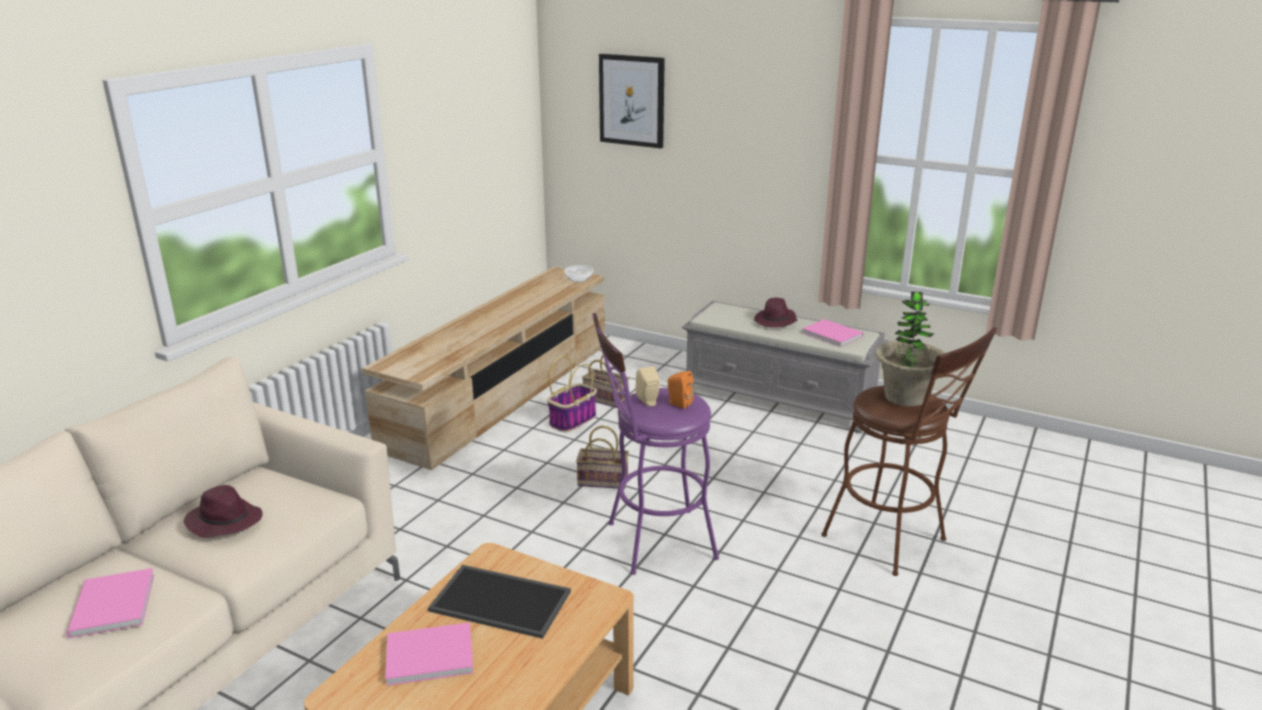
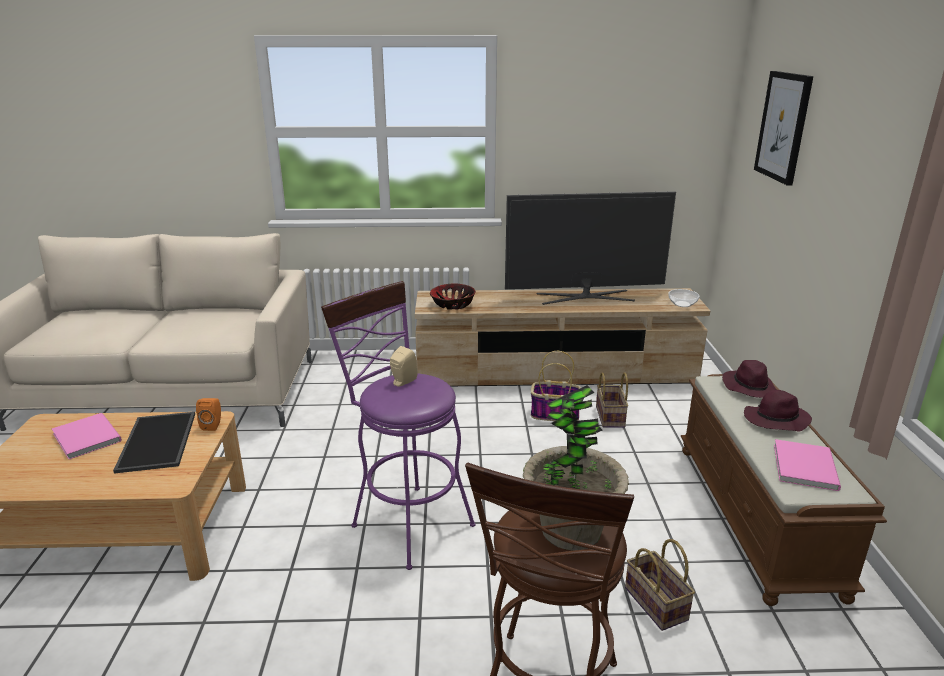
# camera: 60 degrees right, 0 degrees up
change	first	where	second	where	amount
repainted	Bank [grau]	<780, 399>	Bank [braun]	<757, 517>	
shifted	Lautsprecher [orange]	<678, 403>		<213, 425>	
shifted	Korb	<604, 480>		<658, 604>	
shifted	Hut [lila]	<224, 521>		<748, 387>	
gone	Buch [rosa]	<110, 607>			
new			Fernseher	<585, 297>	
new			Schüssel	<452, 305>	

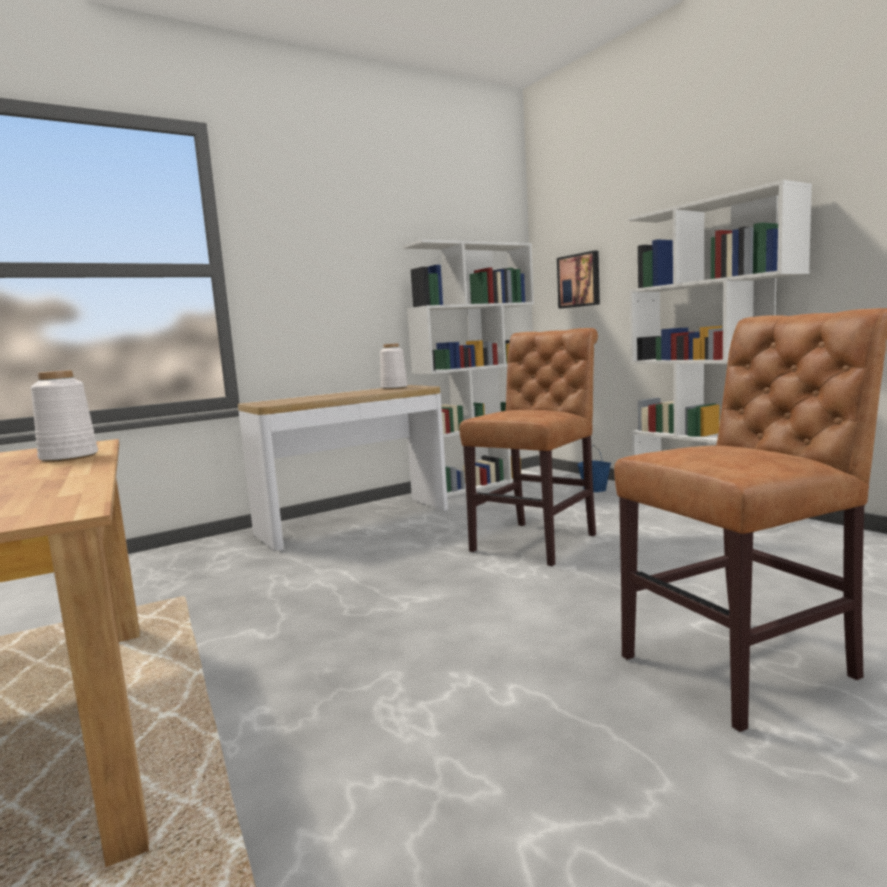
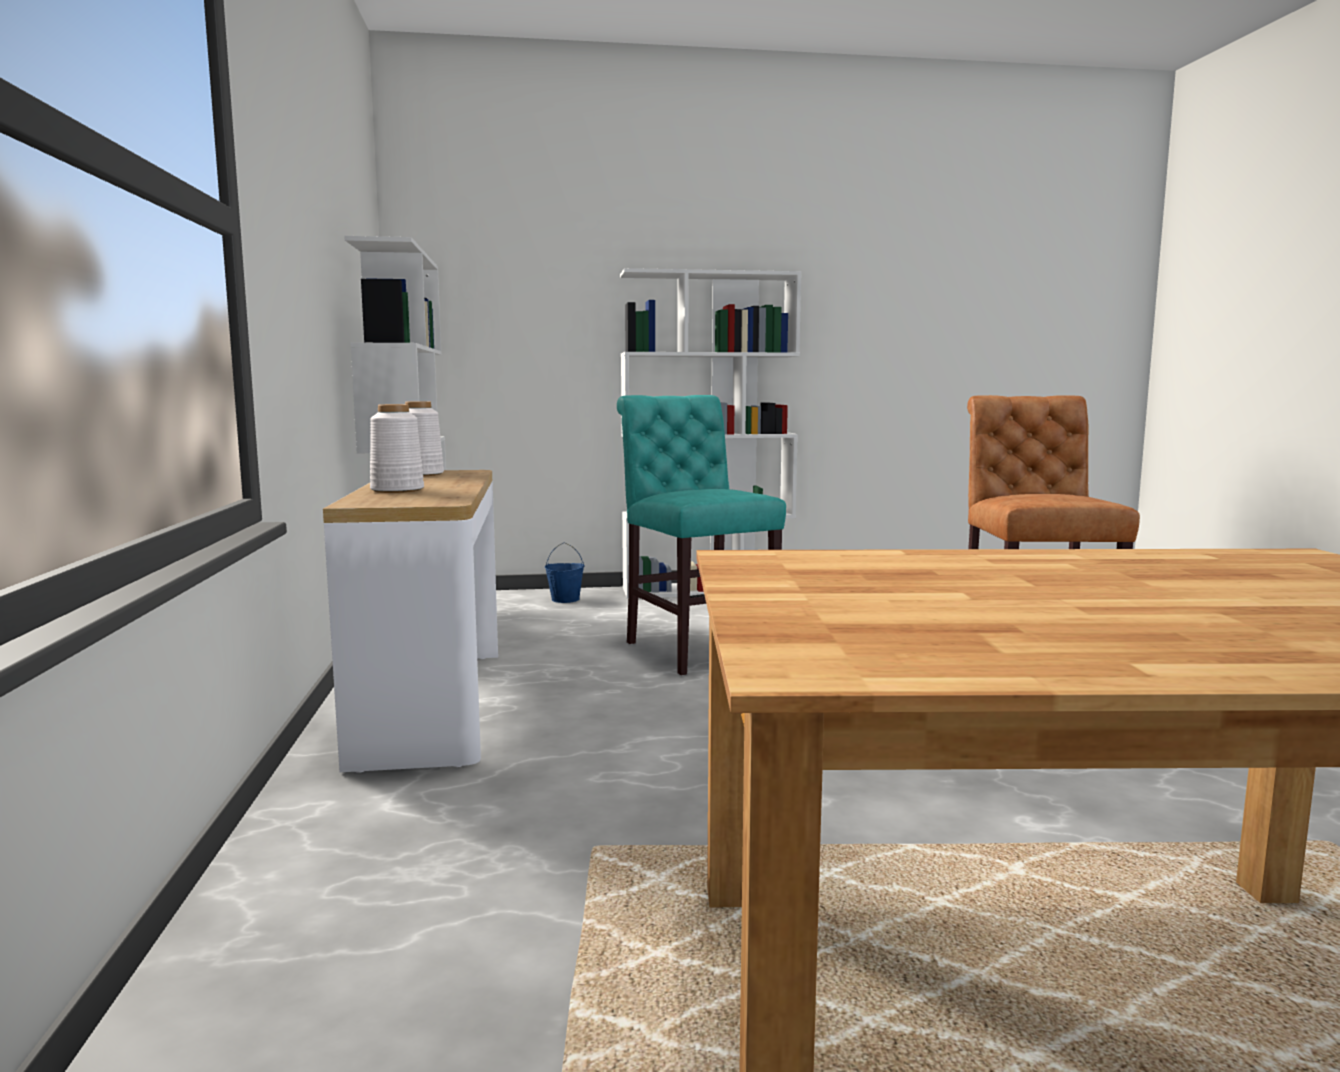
# camera: 65 degrees left, 0 degrees up
change	first	where	second	where	amount
gone	Bild	<580, 280>			
repainted	Stuhl [braun]	<538, 541>	Stuhl [türkis]	<696, 649>	
shifted	Vase [weiß]	<70, 457>		<397, 490>	

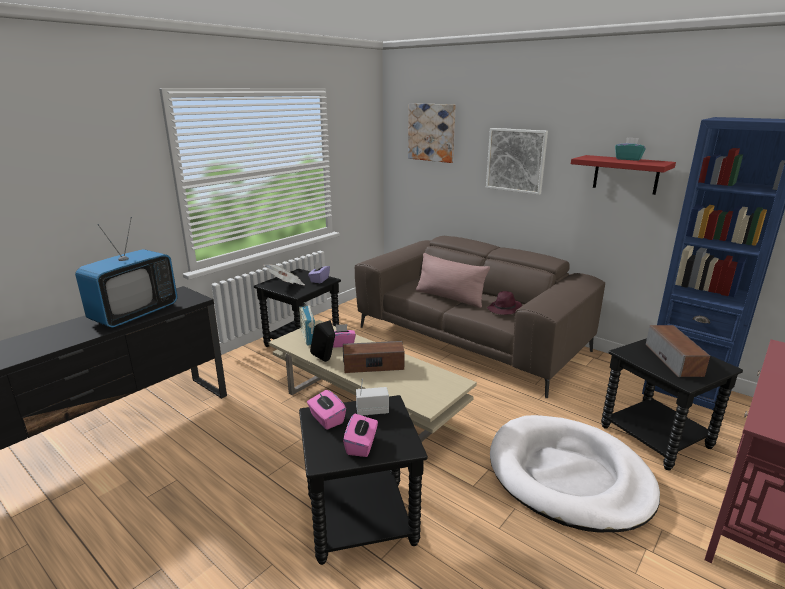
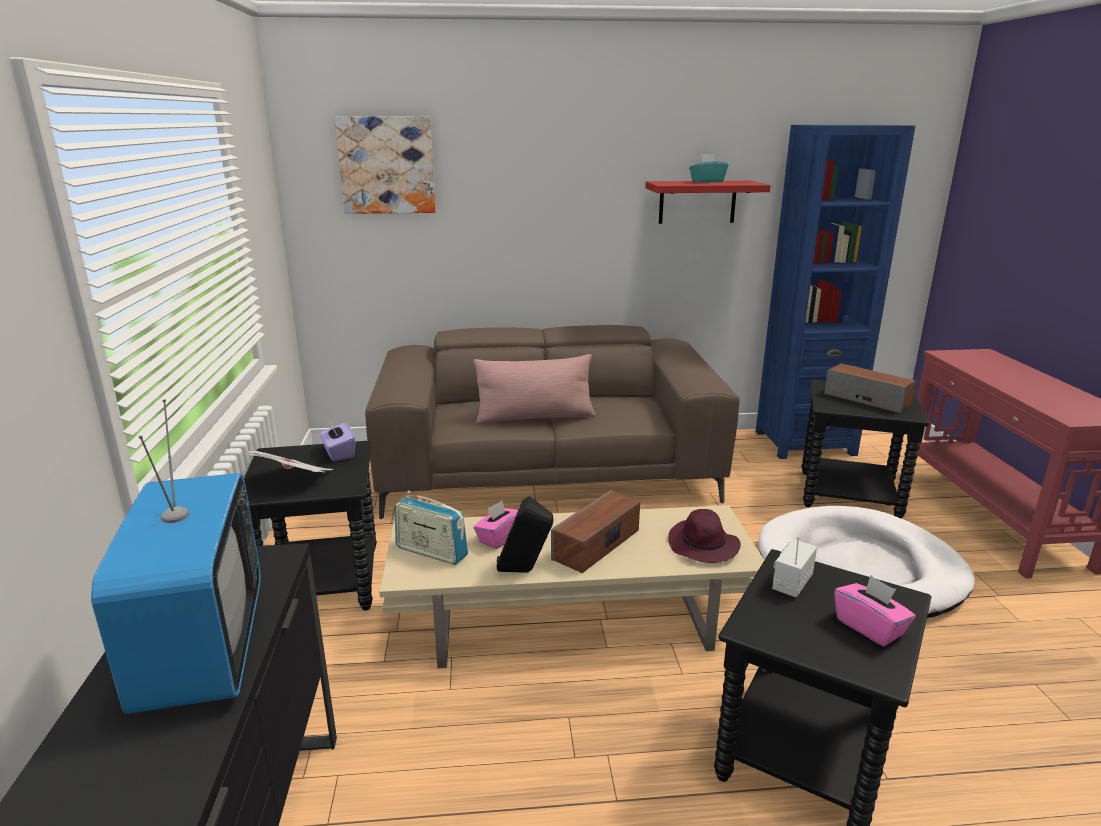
# camera: 45 degrees left, 0 degrees up
change	first	where	second	where	amount
gone	Bild	<516, 160>			
shifted	Hut [lila]	<504, 310>		<703, 546>	
gone	Taschentuchbox [rosa]	<326, 419>			

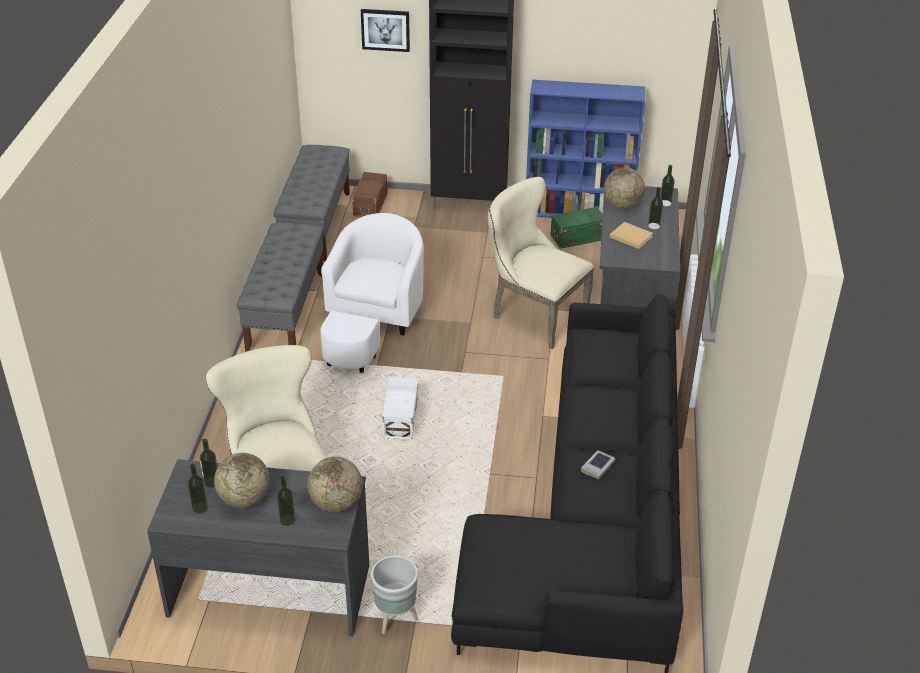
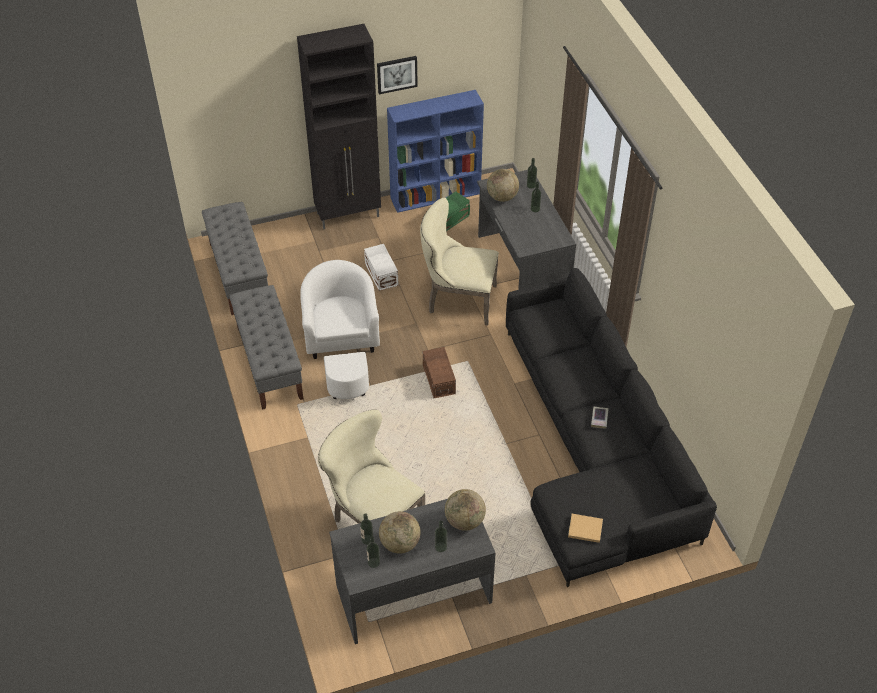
# camera: 25 degrees left, 10 degrees up
change	first	where	second	where	amount
shifted	Bild	<385, 29>		<397, 74>	
shifted	Aufbewahrungsbox [braun]	<371, 205>		<439, 379>	
shifted	Buch [beige]	<630, 236>		<584, 528>	
shifted	Aufbewahrungsbox [weiß]	<402, 418>		<382, 274>	
gone	Pflanzkübel [grau]	<395, 619>			

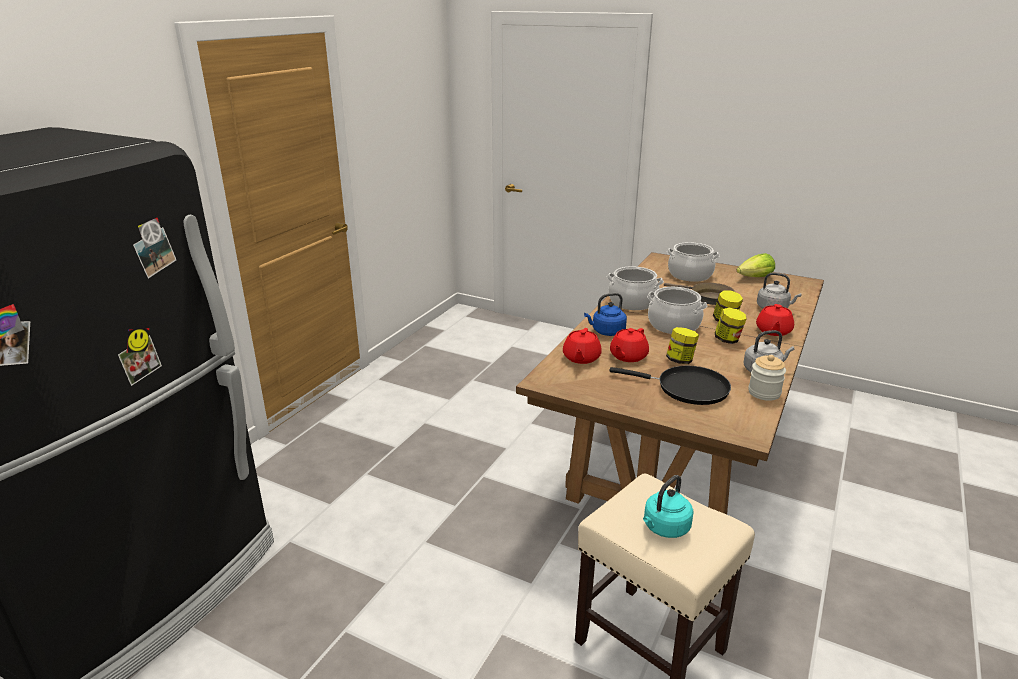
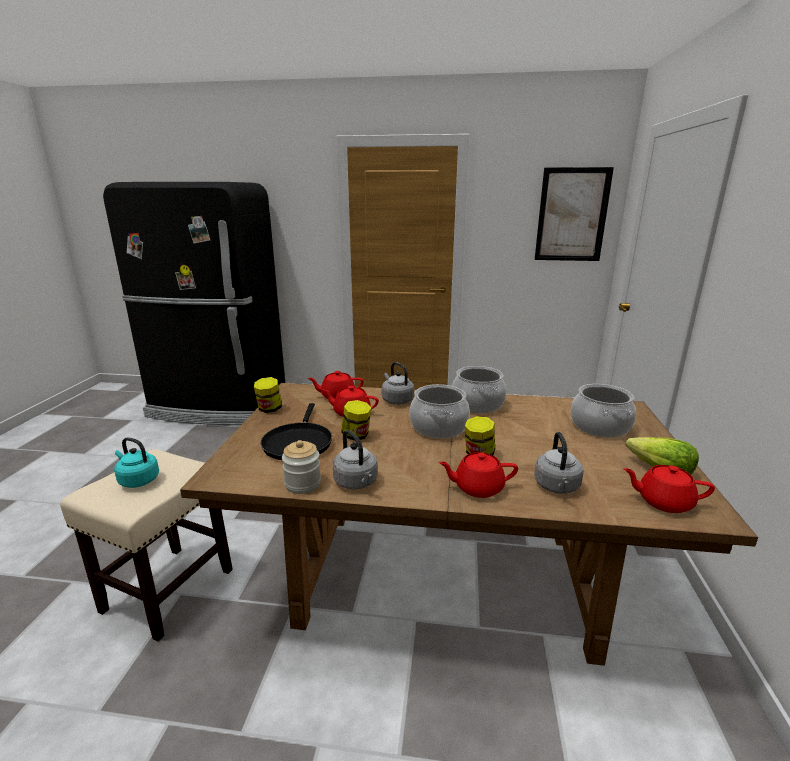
# camera: 70 degrees right, 5 degrees down
change	first	where	second	where	amount
gone	Pfanne [braun]	<708, 297>			
repainted	Wasserkessel [blau]	<606, 332>	Wasserkessel [grau]	<396, 400>	
shifted	Vorratsglas	<728, 340>		<269, 409>	
new			Bild	<572, 215>	
new			Teekanne [rot]	<663, 501>	

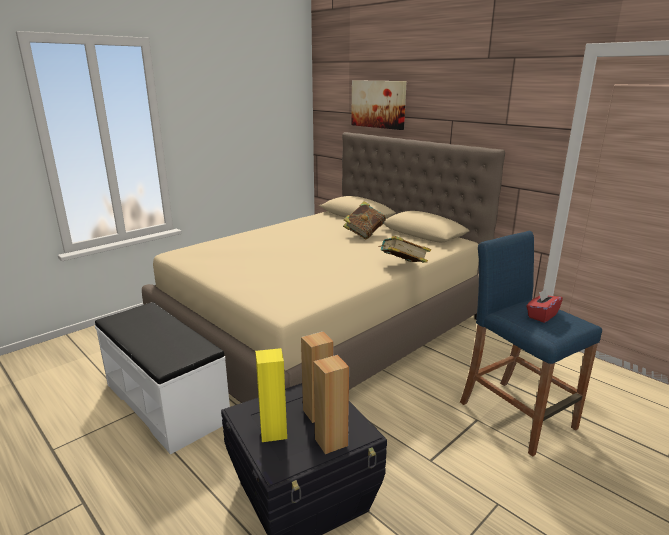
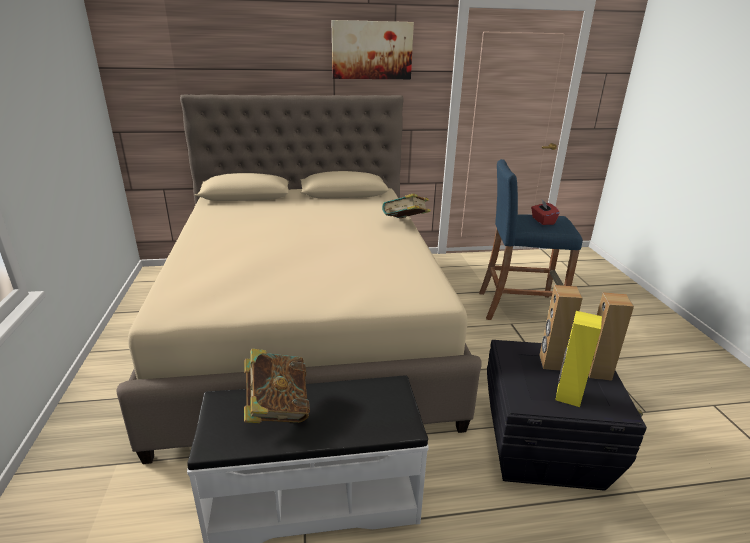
# camera: 55 degrees left, 5 degrees up
change	first	where	second	where	amount
shifted	Bild	<378, 104>		<372, 50>	
shifted	Buch	<364, 234>		<277, 409>	

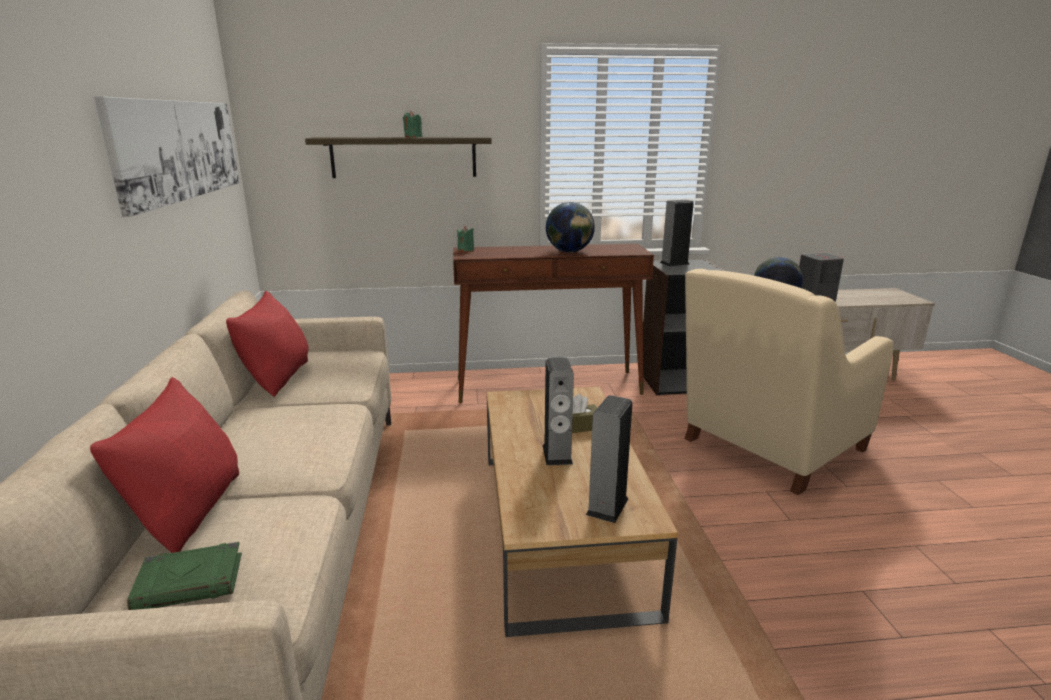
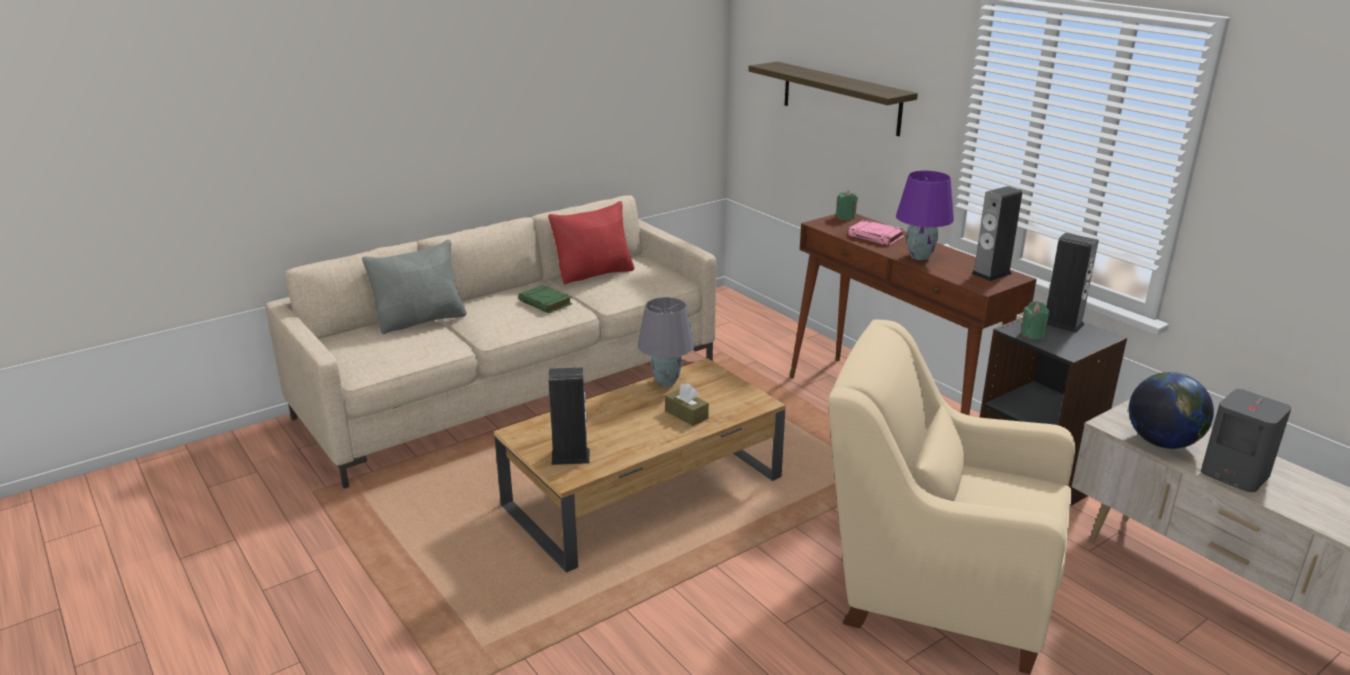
# camera: 60 degrees right, 5 degrees up
change	first	where	second	where	amount
gone	Bild	<180, 149>			
shifted	Kerze [grün]	<413, 137>		<1032, 334>	
swapped	Globus	<569, 252>	Tischlampe [lila]	<920, 257>	
shifted	Lautsprecher	<557, 454>		<991, 274>	
repainted	Kissen [rot]	<189, 511>	Kissen [grau]	<421, 320>	
shifted	Buch [grün]	<191, 582>		<546, 303>	
new			Buch [rosa]	<876, 237>	
new			Tischlampe [grau]	<665, 382>	

